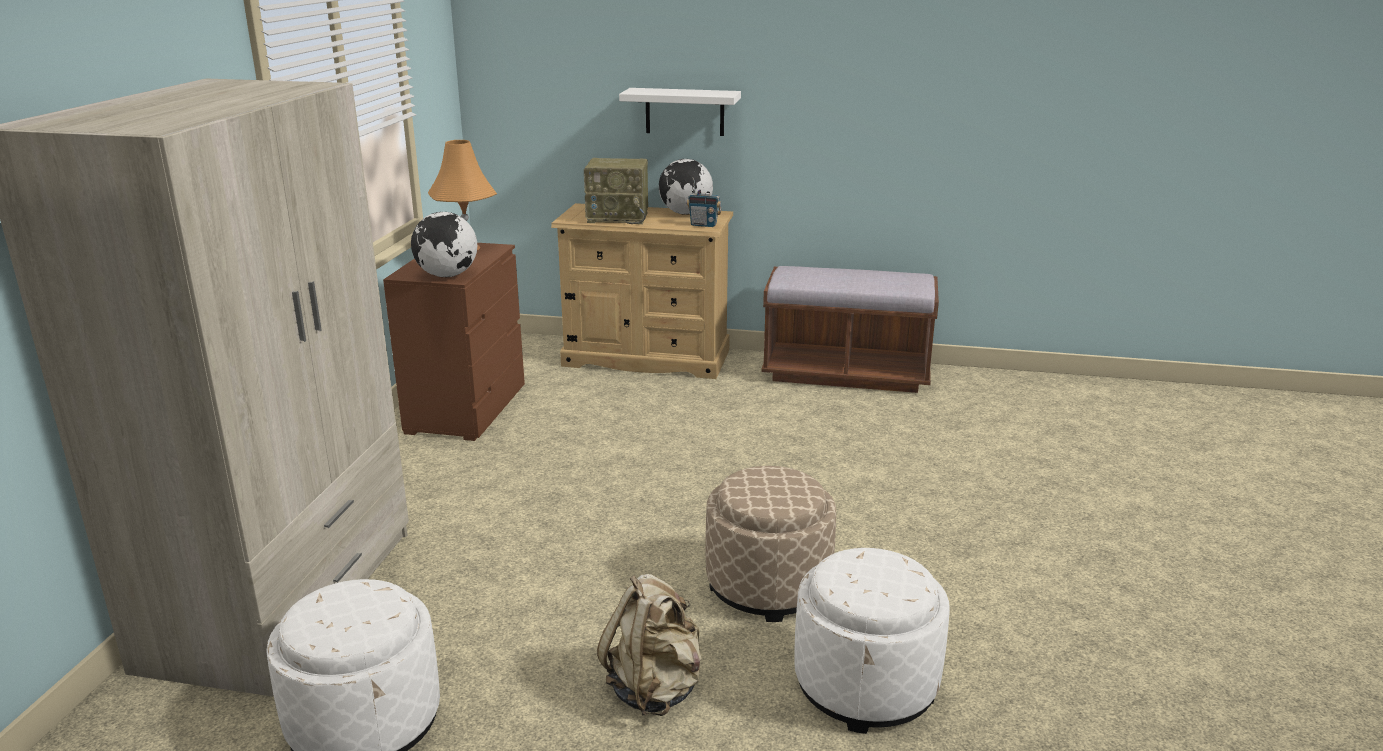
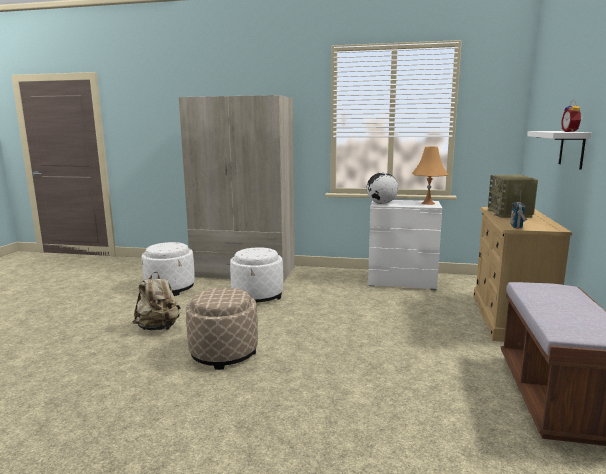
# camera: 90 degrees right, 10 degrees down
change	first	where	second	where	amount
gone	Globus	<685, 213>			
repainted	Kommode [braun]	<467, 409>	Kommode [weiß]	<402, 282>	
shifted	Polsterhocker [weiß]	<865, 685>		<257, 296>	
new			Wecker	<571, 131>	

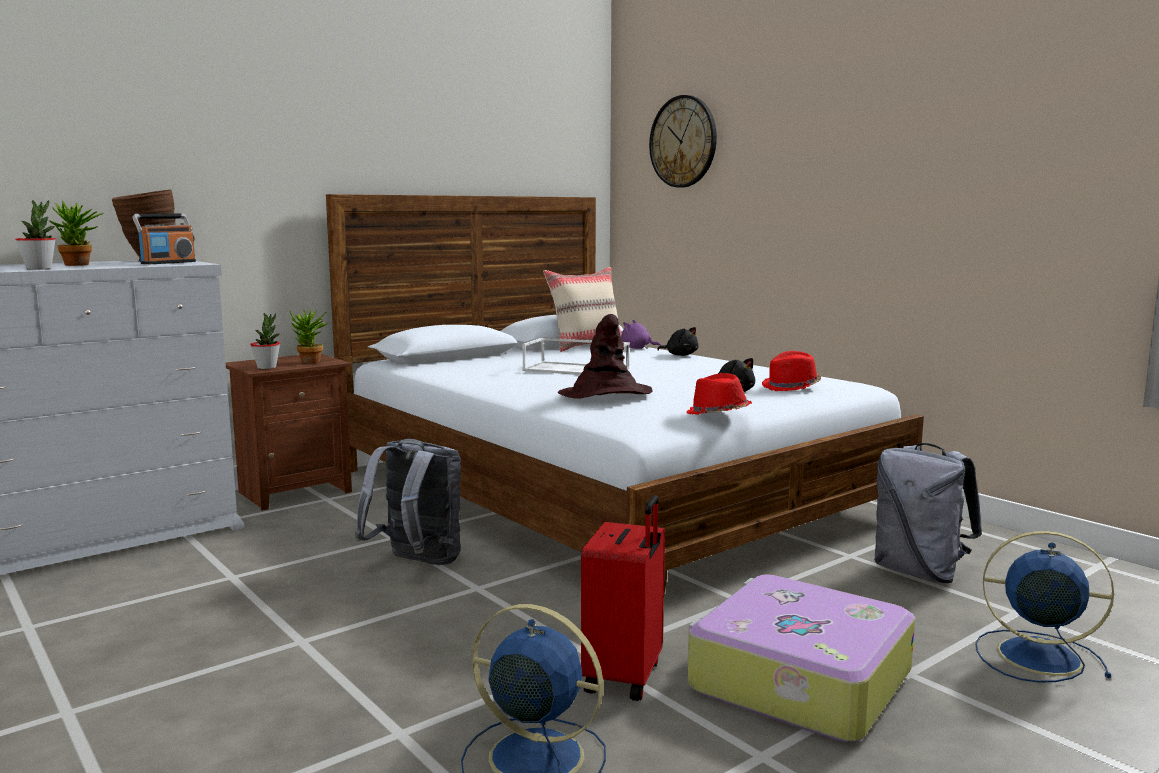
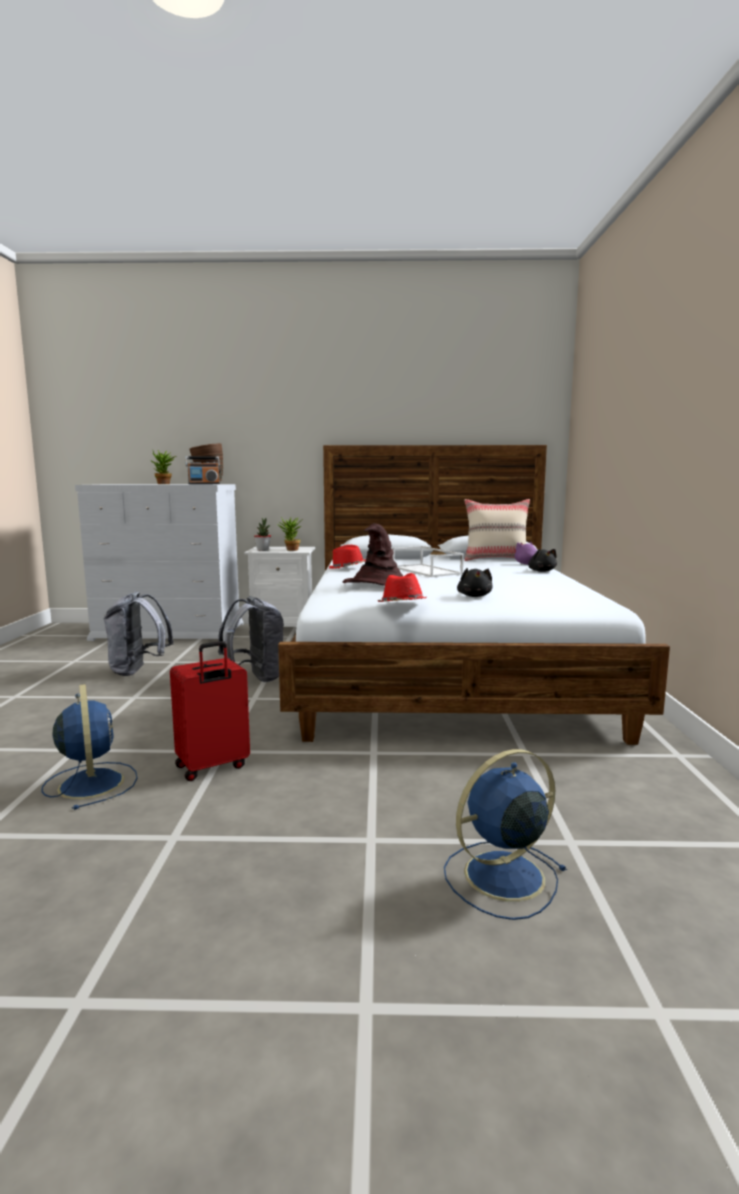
# camera: 40 degrees right, 0 degrees up
change	first	where	second	where	amount
gone	Wanduhr	<683, 141>			
gone	Topfpflanze	<39, 268>			
shifted	Hut [rot]	<792, 387>		<347, 568>	
repainted	Nachttisch [braun]	<293, 492>	Nachttisch [weiß]	<283, 629>	
shifted	Rucksack [grau]	<920, 573>		<138, 671>	
rotated	Ventilator [blau]	<1034, 656>		<501, 877>	90 degrees counterclockwise
gone	Koffer	<797, 680>			

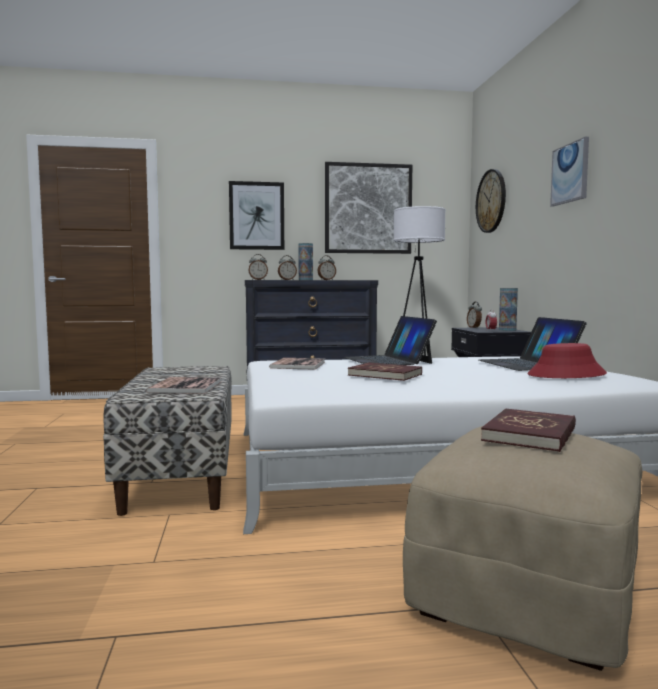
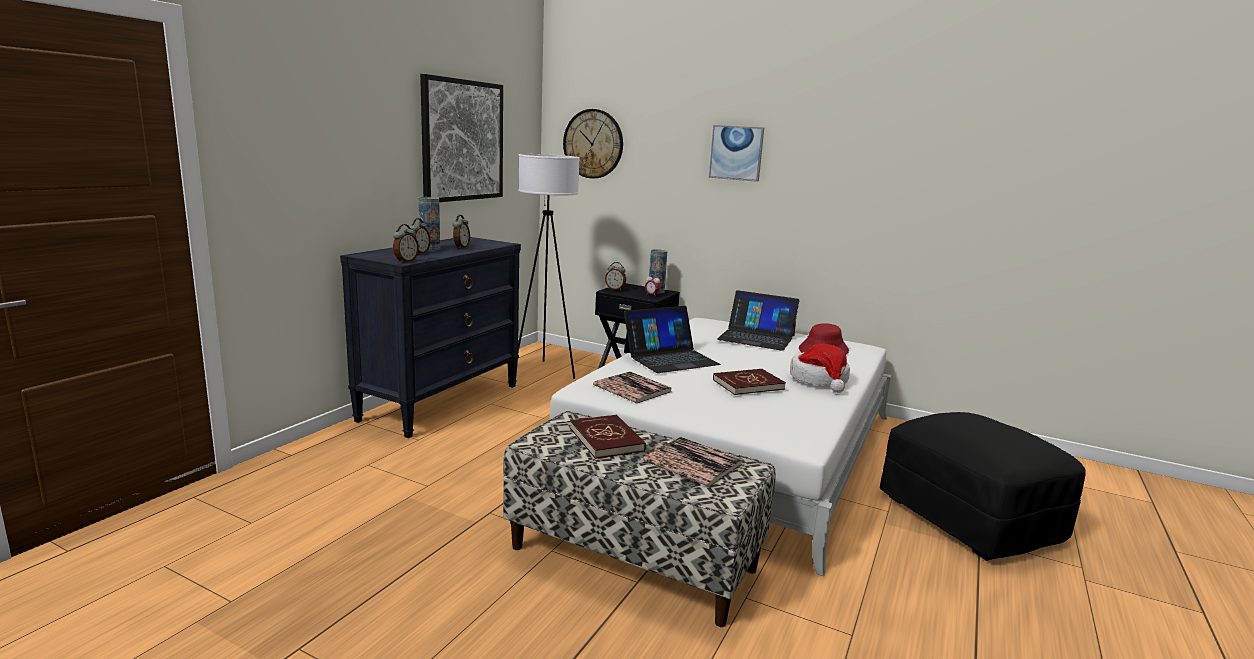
# camera: 55 degrees left, 10 degrees up
change	first	where	second	where	amount
gone	Bild	<256, 216>			
rotated	Laptop	<388, 360>		<670, 358>	45 degrees counterclockwise
shifted	Buch [rot]	<530, 434>		<607, 439>	
repainted	Polsterhocker [beige]	<527, 590>	Polsterhocker [schwarz]	<970, 518>	
new			Hut	<819, 379>	

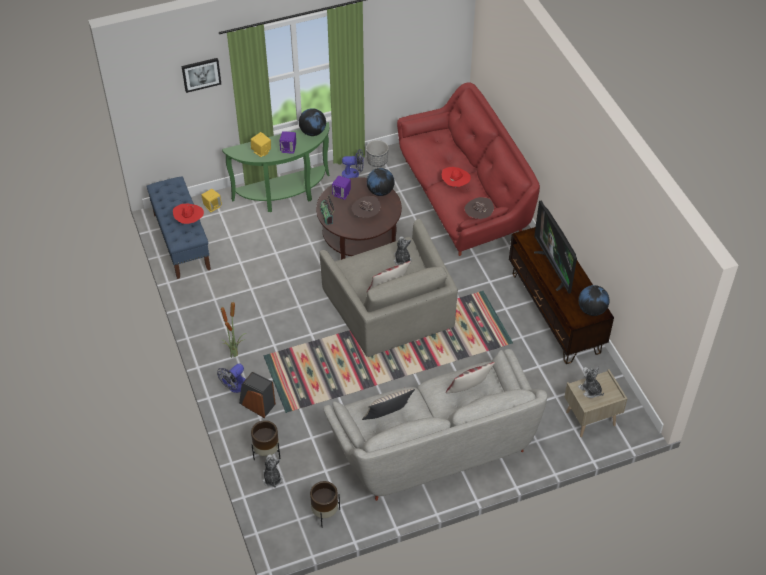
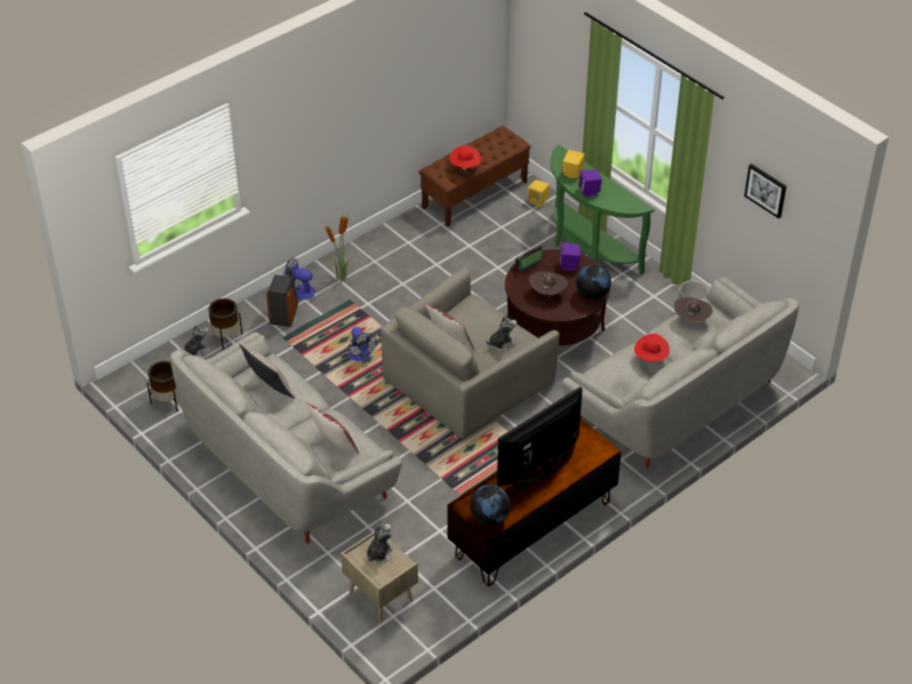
# camera: 70 degrees right, 5 degrees down
change	first	where	second	where	amount
shifted	Bild	<201, 74>		<766, 190>	
repainted	Sofa [rot]	<462, 199>	Sofa [grau]	<675, 398>	
gone	Globus	<313, 132>			
shifted	Ventilator	<353, 174>		<361, 356>	
repainted	Bank [blau]	<181, 241>	Bank [braun]	<475, 195>	
shifted	Hut [braun]	<478, 216>		<691, 319>	

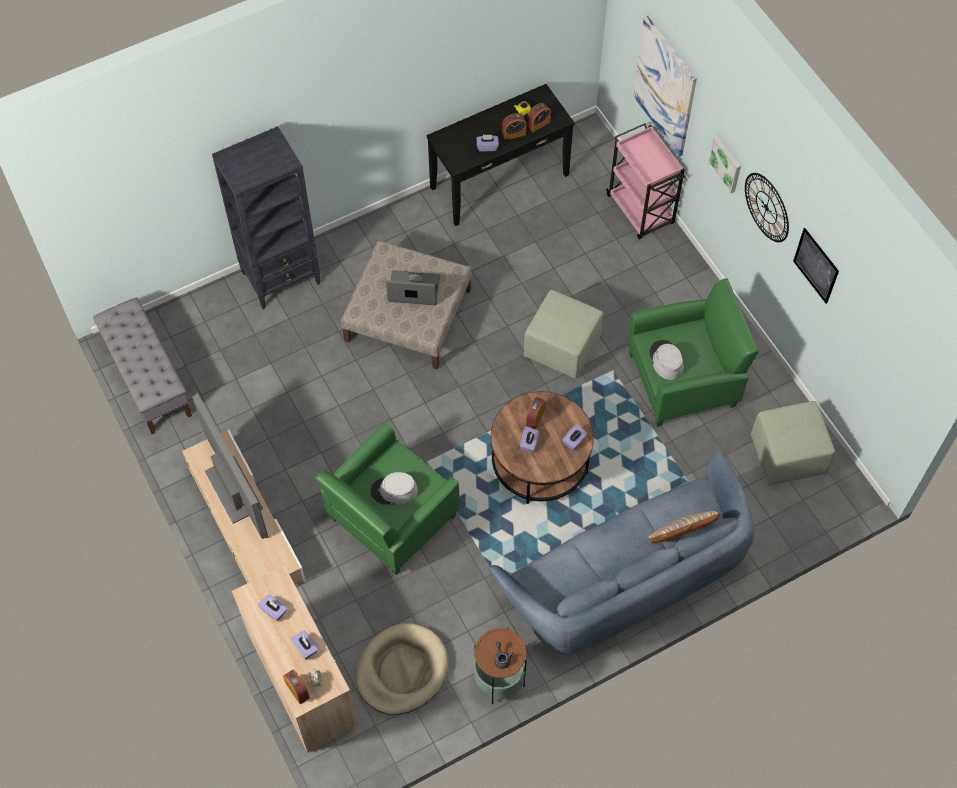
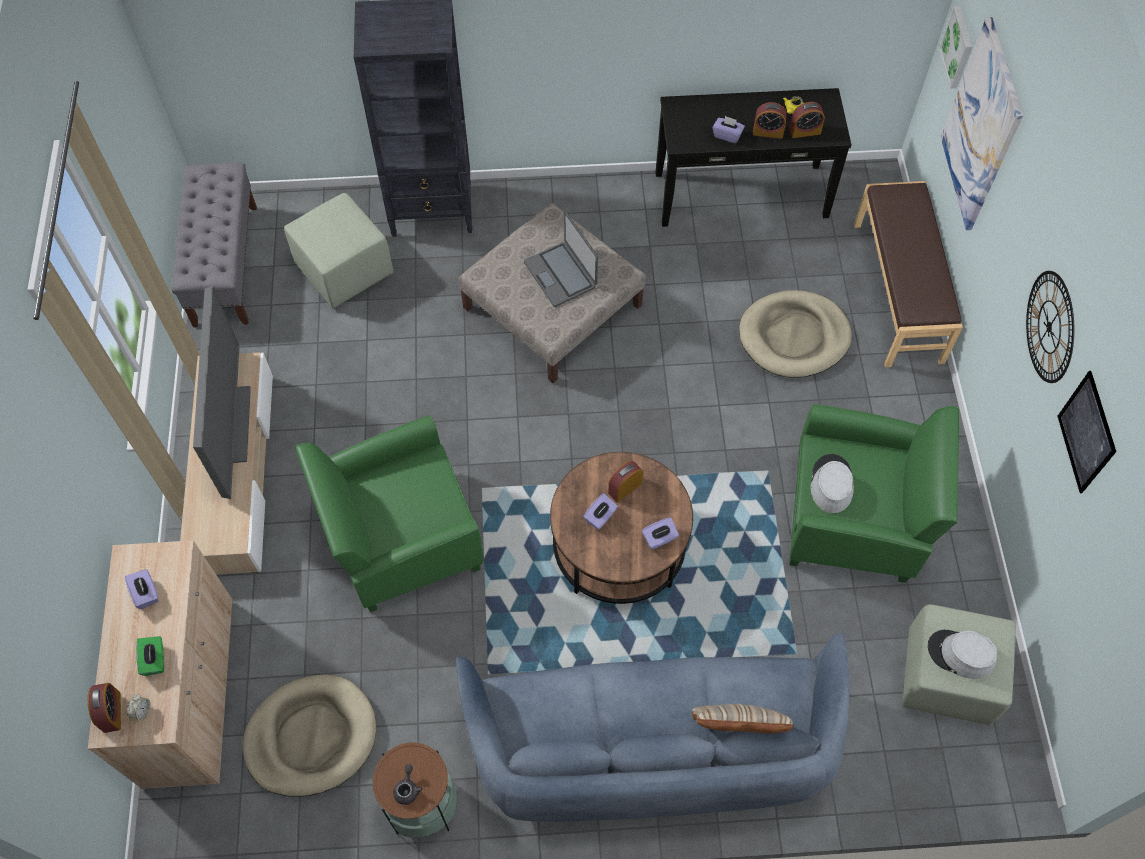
# camera: 25 degrees right, 0 degrees up
change	first	where	second	where	amount
swapped	Rollwagen [rosa]	<641, 211>	Bank [braun]	<898, 292>	
shifted	Bild	<726, 163>		<958, 47>	
rotated	Laptop	<414, 290>		<561, 274>	150 degrees counterclockwise
shifted	Polsterhocker [grün]	<562, 347>		<345, 270>	
shifted	Hut [grau]	<394, 491>		<960, 654>	
repainted	Taschentuchbox [lila]	<305, 648>	Taschentuchbox [grün]	<155, 660>	
new			Hundebett [beige]	<794, 337>	

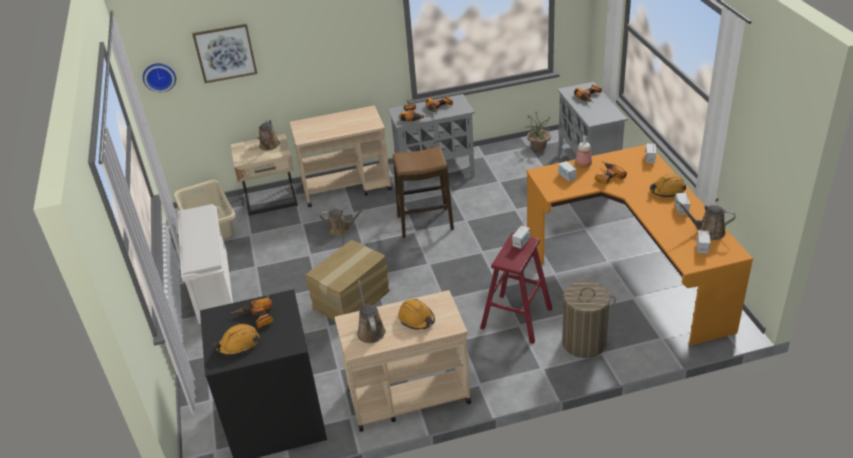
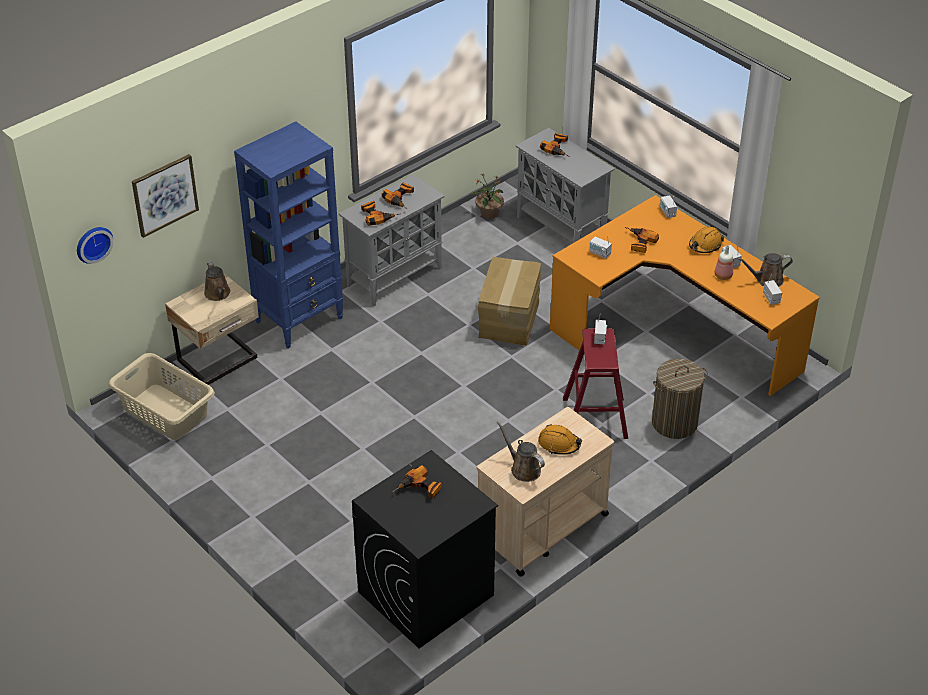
# camera: 30 degrees left, 5 degrees up
change	first	where	second	where	amount
swapped	Rollwagen [beige]	<347, 187>	Bücherregal [blau]	<300, 319>	
shifted	Flasche	<583, 164>		<722, 275>	
gone	Hocker	<425, 223>			
gone	Schuhregal [weiß]	<212, 286>			
gone	Gießkanne [braun]	<340, 229>			
shifted	Karton	<352, 300>		<510, 319>	
gone	Schutzhelm [orange]	<238, 344>			

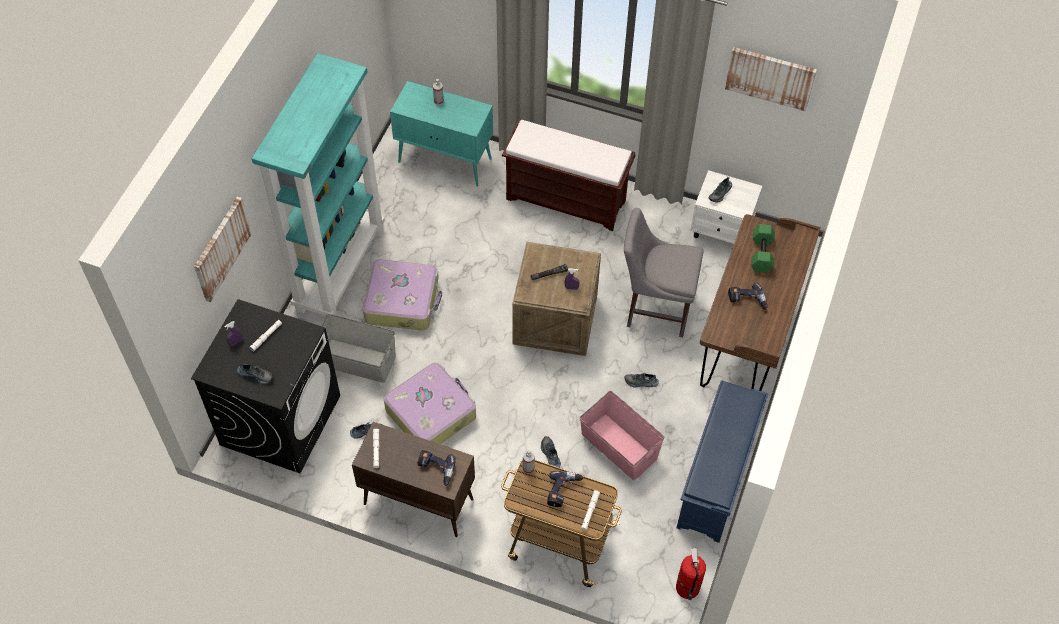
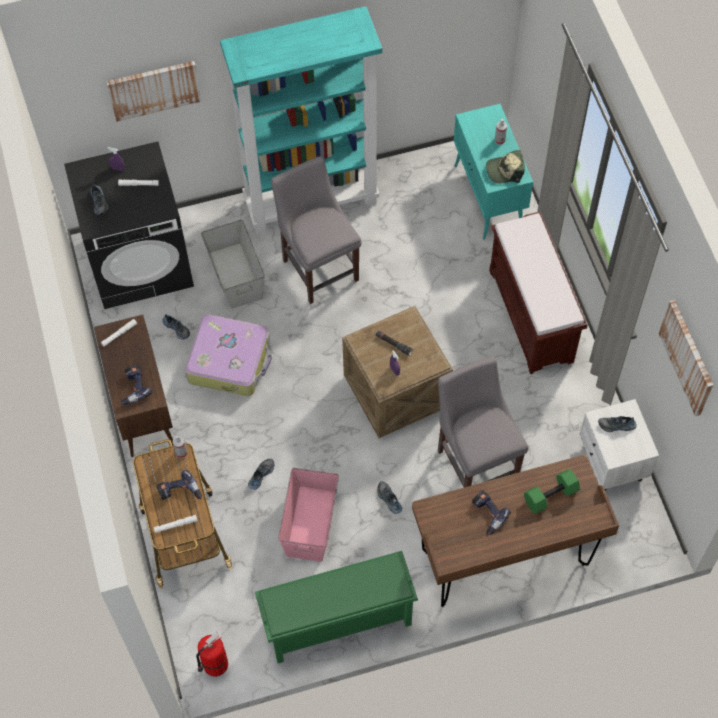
# camera: 55 degrees right, 5 degrees up
change	first	where	second	where	amount
swapped	Koffer	<403, 301>	Stuhl [grau]	<319, 267>	
repainted	Schuhregal [blau]	<716, 481>	Schuhregal [grün]	<337, 623>	
new			Kappe	<505, 170>	

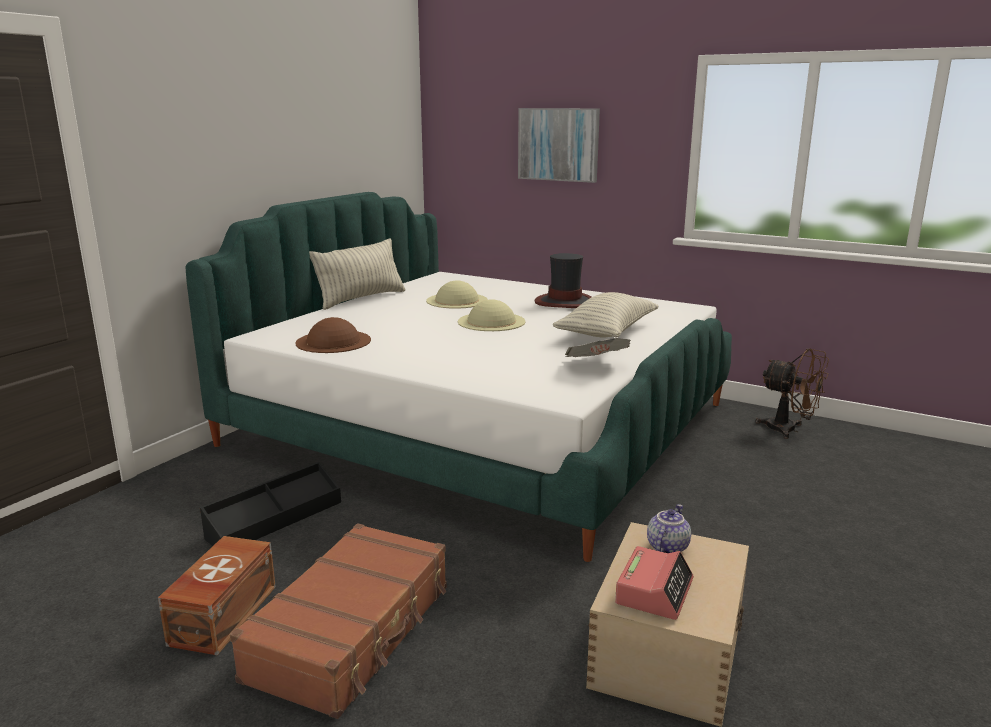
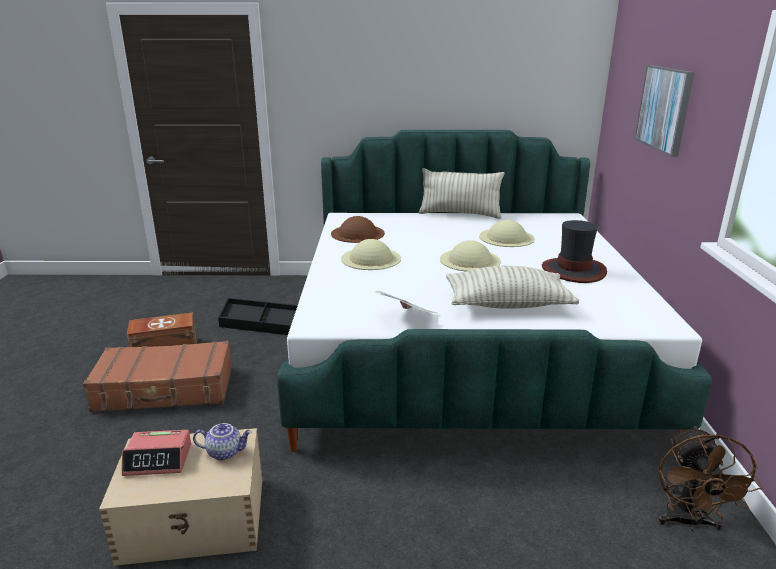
# camera: 60 degrees right, 5 degrees up
change	first	where	second	where	amount
new			Hut [beige]	<371, 258>	

